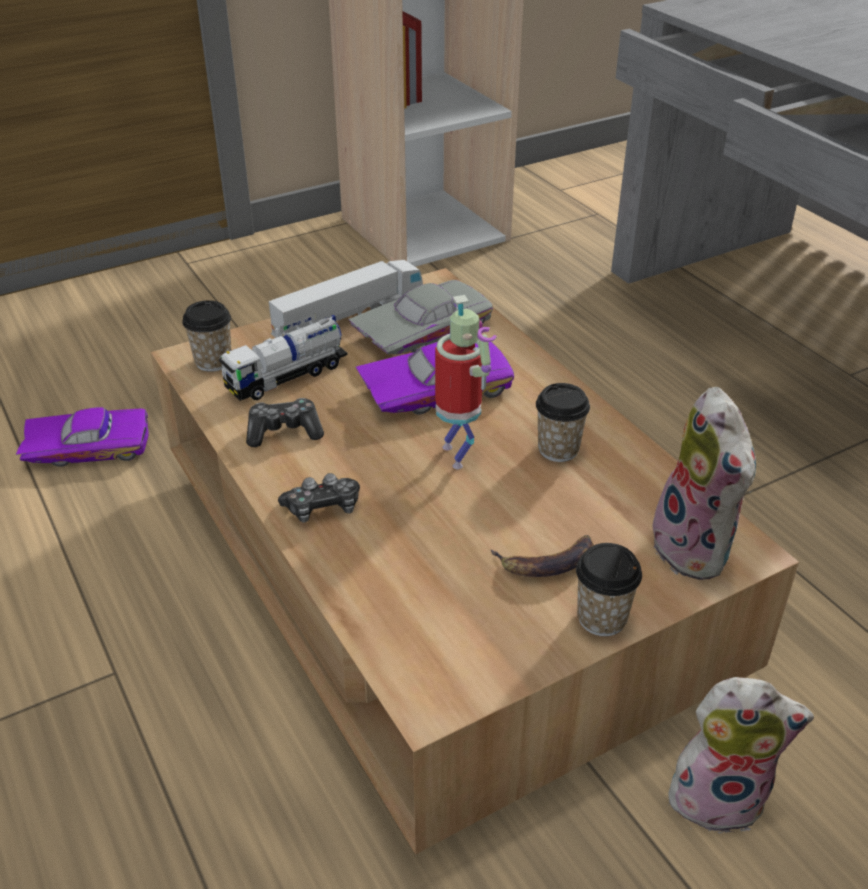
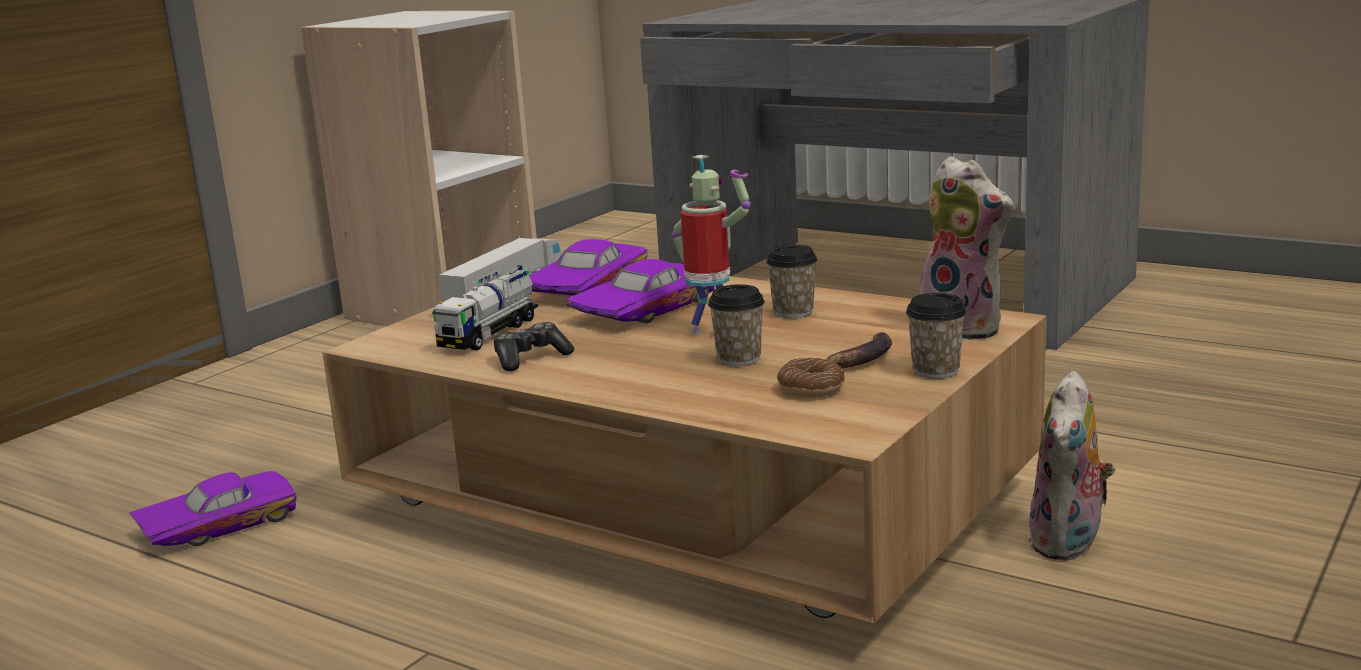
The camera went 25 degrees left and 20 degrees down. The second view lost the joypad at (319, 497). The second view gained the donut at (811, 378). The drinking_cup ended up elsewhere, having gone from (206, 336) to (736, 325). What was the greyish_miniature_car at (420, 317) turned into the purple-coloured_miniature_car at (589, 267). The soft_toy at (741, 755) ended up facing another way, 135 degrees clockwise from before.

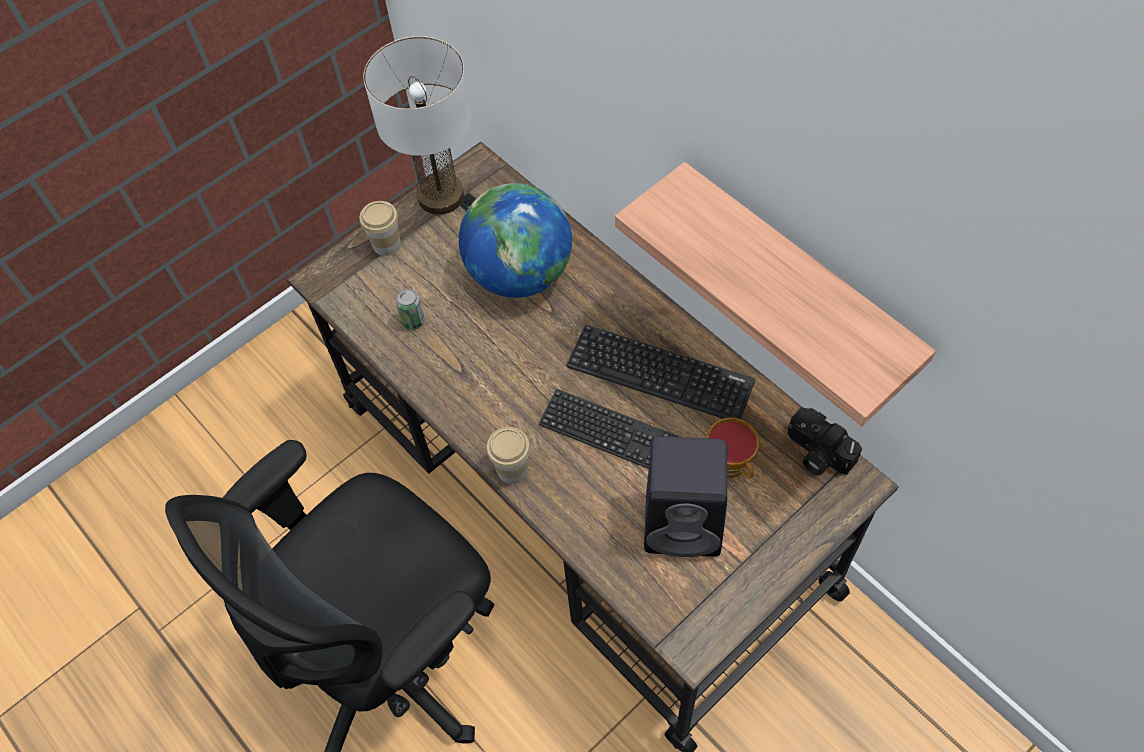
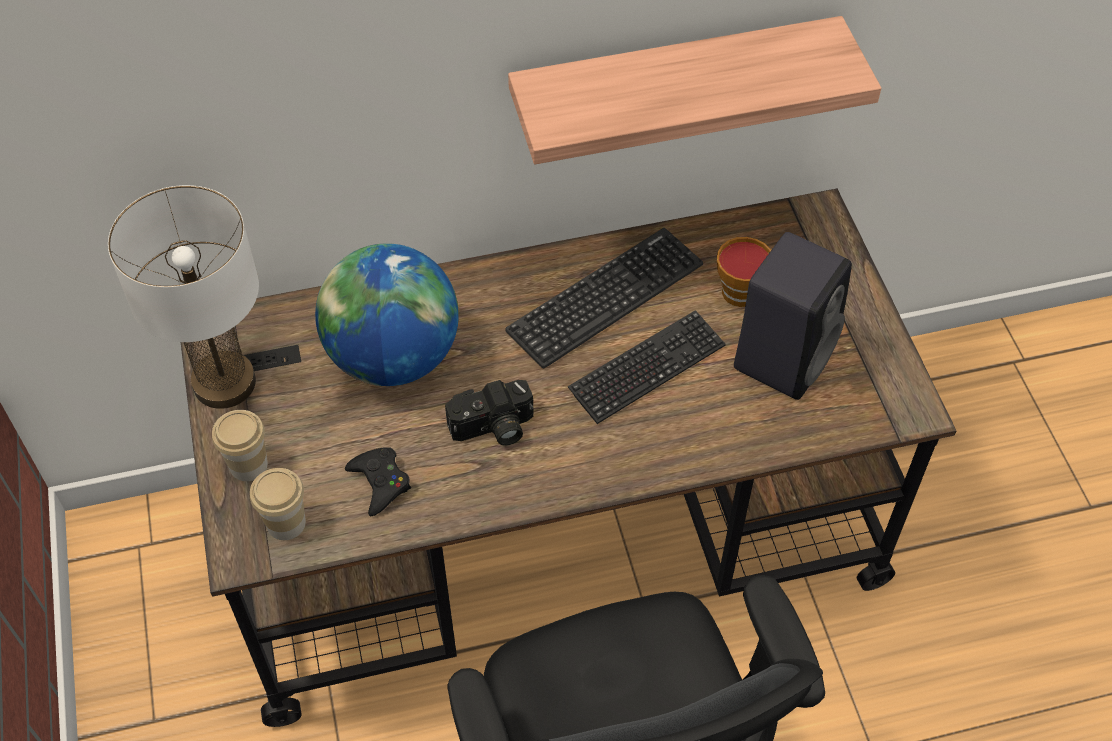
The camera went 65 degrees left and 5 degrees down. The drinking_cup ended up elsewhere, having gone from (508, 455) to (278, 504). The still_camera ended up elsewhere, having gone from (824, 441) to (489, 413). Where the can stood at (410, 309), the black_joypad came to stand at (378, 481).

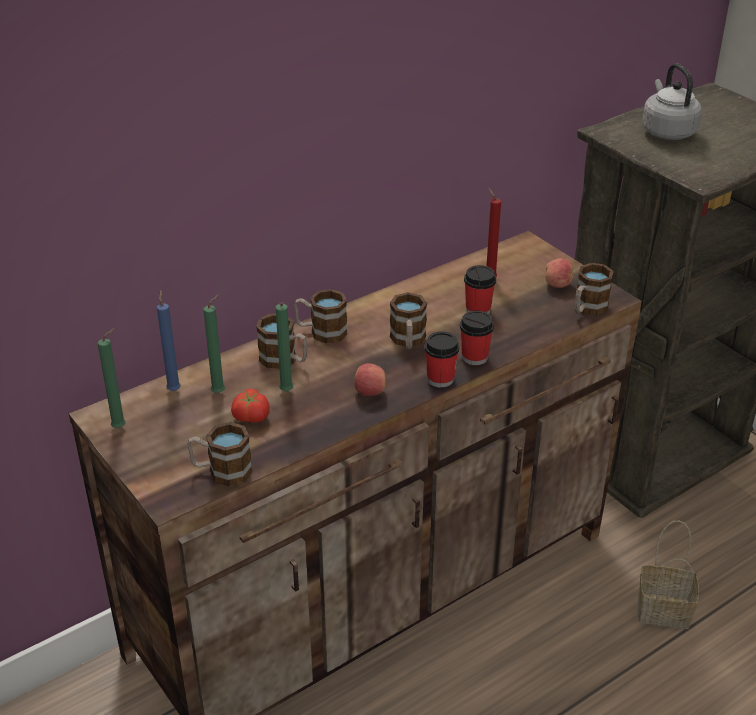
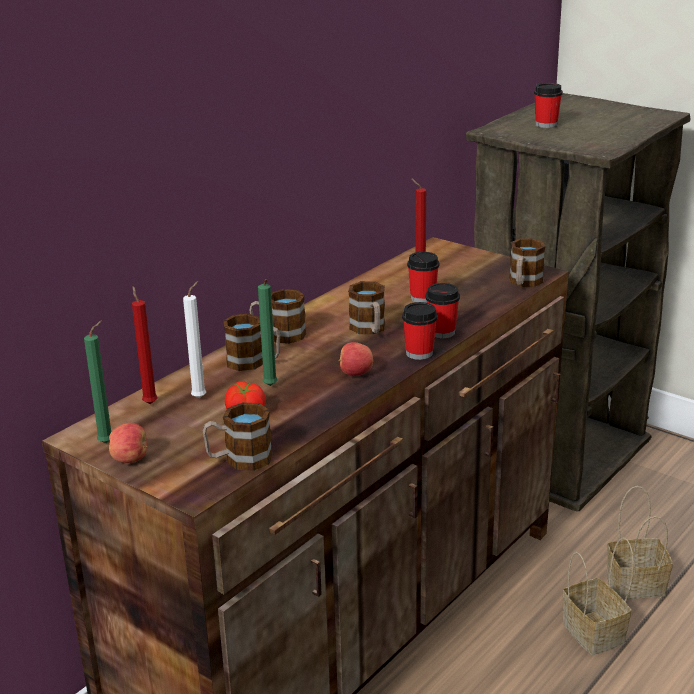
The camera went 15 degrees left and 10 degrees down. The second view gained the basket at (598, 596). The apple_fruit ended up elsewhere, having gone from (559, 273) to (128, 443). Where the greyish_kettle stood at (672, 101), the drinking_cup came to stand at (548, 105). What was the blue-coloured_candle at (169, 340) turned into the red-coloured_candle at (144, 345). What was the greenish_candle at (214, 343) turned into the white_candle at (194, 339).

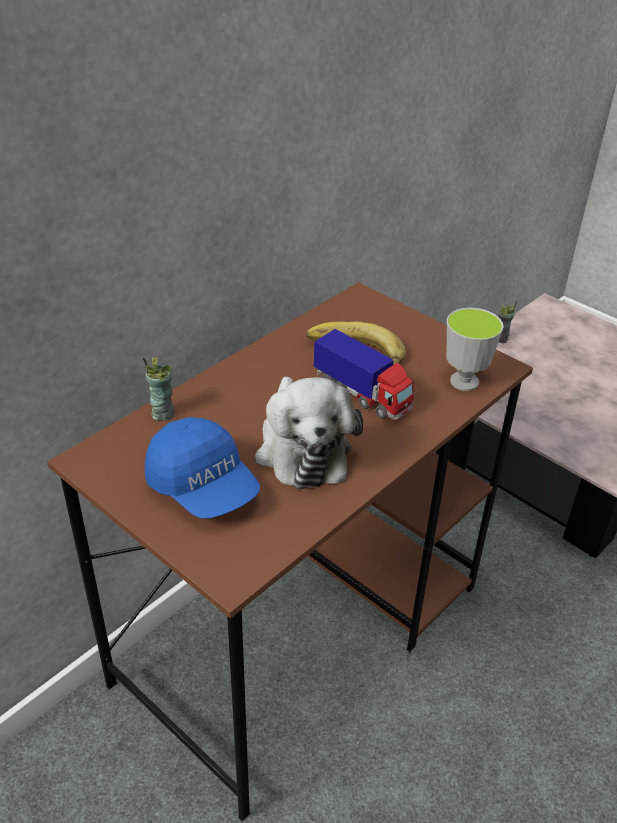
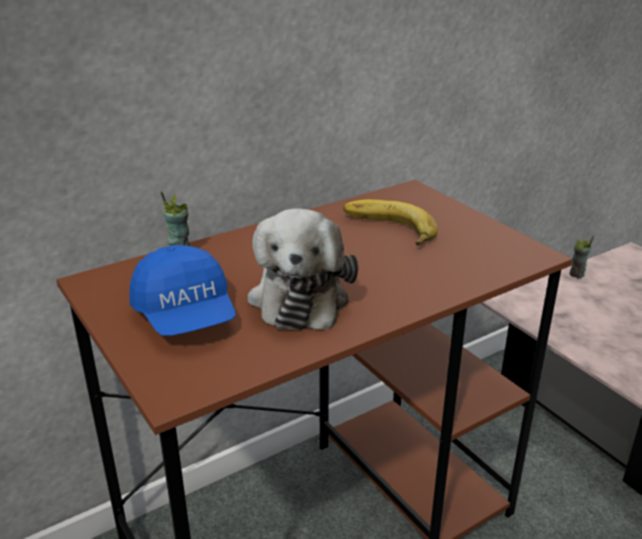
The camera went 15 degrees right and 10 degrees down. The second view lost the toy_lorry at (364, 374). The second view lost the drinking_cup at (474, 349).

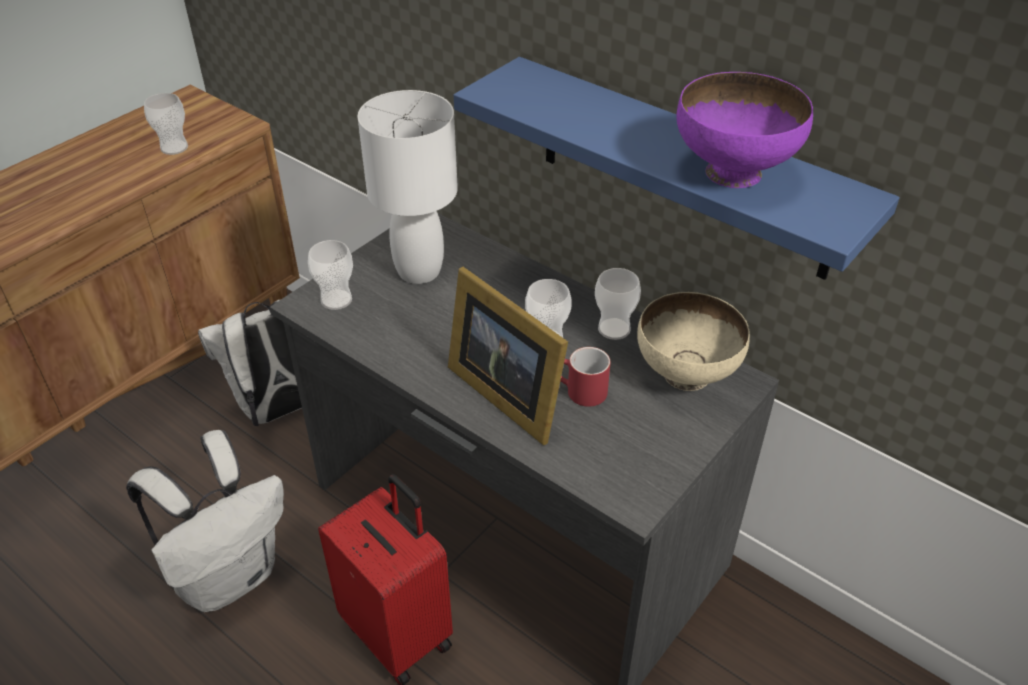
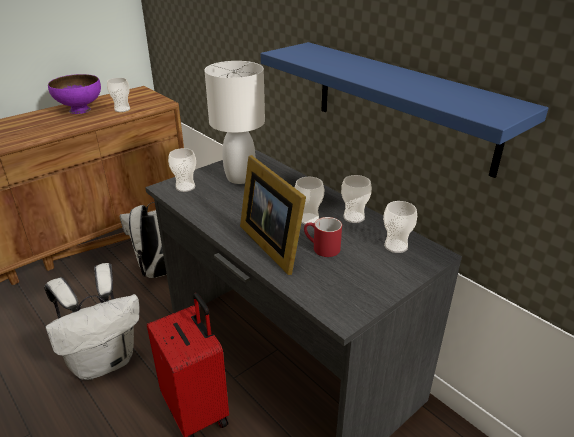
The camera went 10 degrees right and 10 degrees down. The purple-coloured_bowl ended up elsewhere, having gone from (744, 130) to (74, 94). Where the beige-coloured_bowl stood at (693, 341), the drinking_cup came to stand at (400, 227).

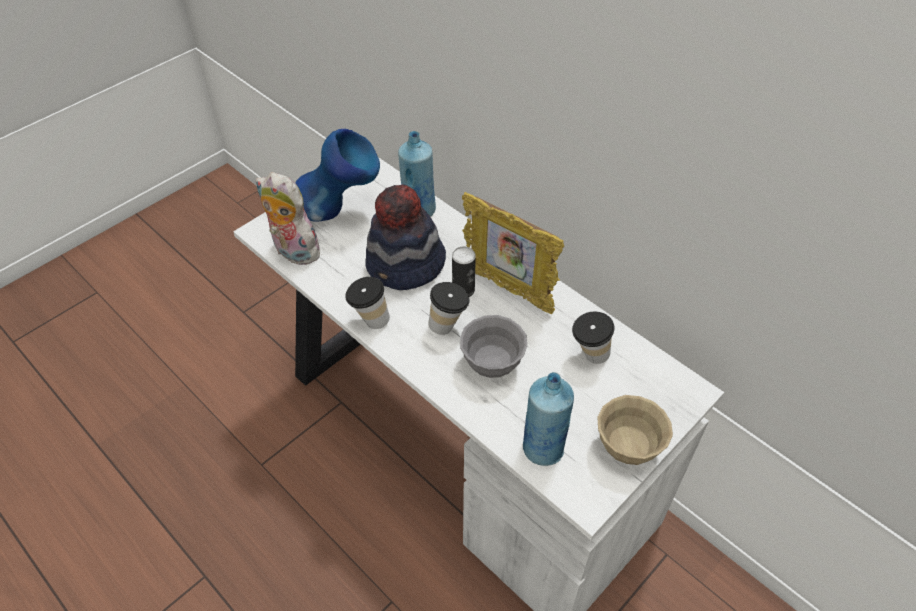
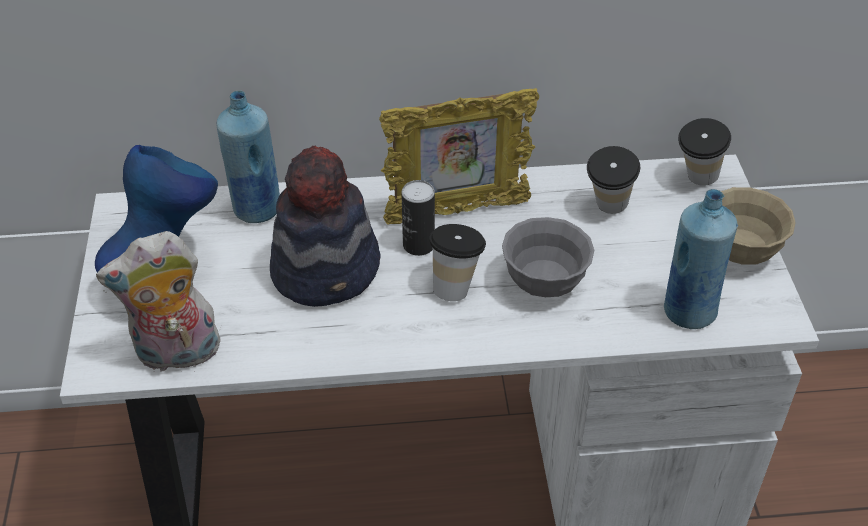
The camera went 50 degrees left and 5 degrees down. The drinking_cup ended up elsewhere, having gone from (367, 303) to (704, 152).

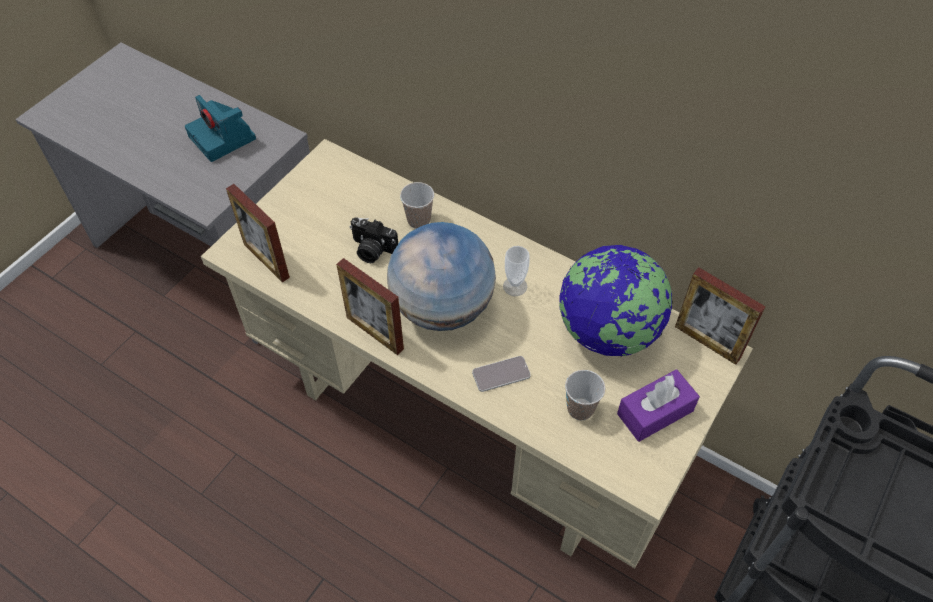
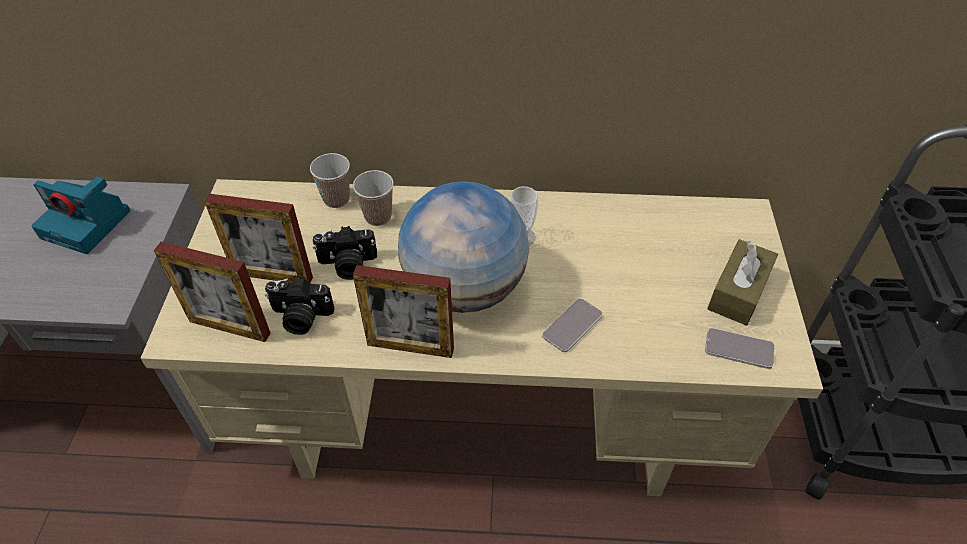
The camera went 30 degrees left and 5 degrees down. The second view lost the world_globe at (616, 301). The second view gained the still_camera at (300, 306). The second view gained the telephone at (740, 348). The drinking_cup ended up elsewhere, having gone from (585, 395) to (330, 180). The standing_frame ended up elsewhere, having gone from (720, 316) to (258, 238). What was the purple-coloured_tissue_holder at (658, 405) turned into the brownish_tissue_holder at (742, 282).

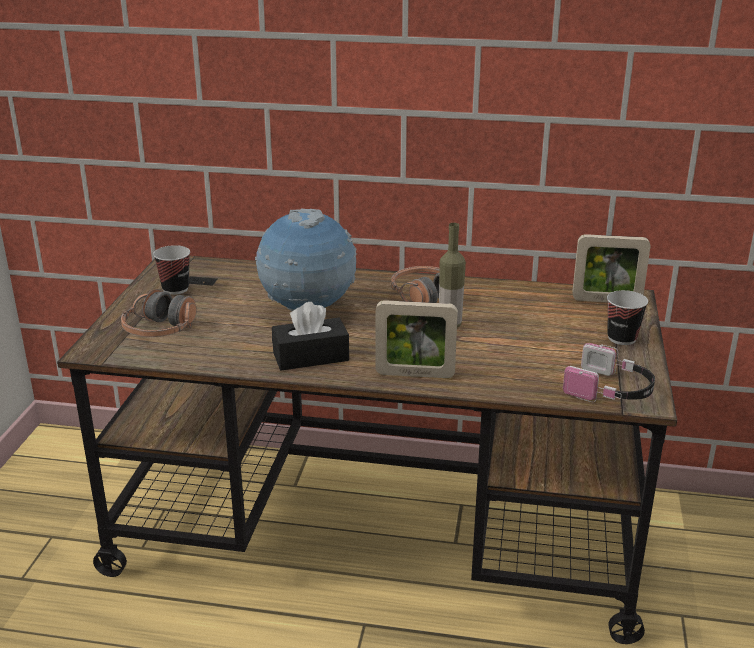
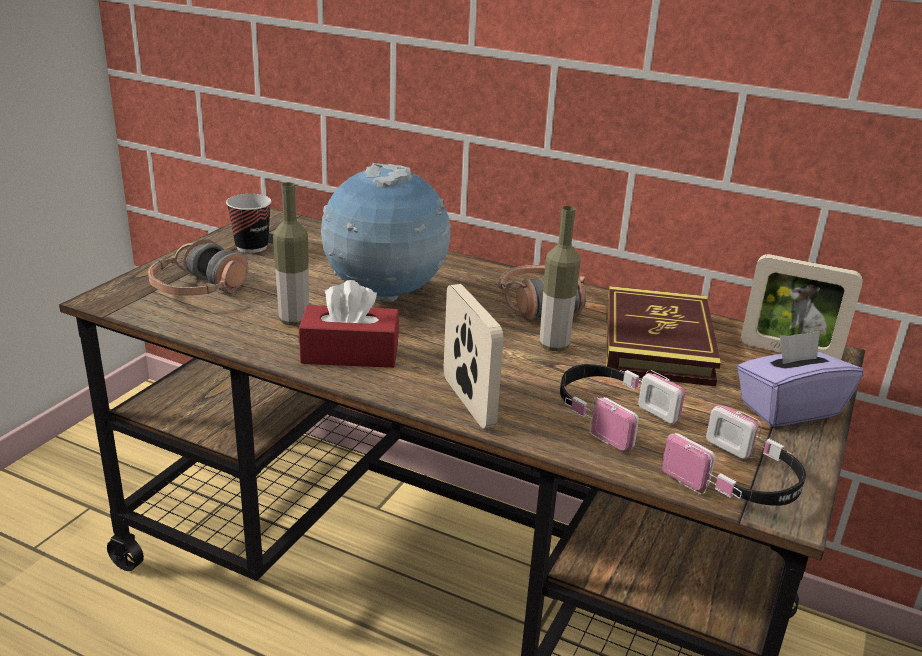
The camera went 15 degrees right and 0 degrees up. The second view gained the beverage_bottle at (291, 253). The second view gained the headphones at (622, 407). The second view gained the book at (663, 336). Where the drinking_cup stood at (627, 317), the purple-coloured_tissue_holder came to stand at (800, 379). What was the black_tissue_holder at (310, 336) turned into the red-coloured_tissue_holder at (349, 324). The standing_frame at (416, 339) ended up facing another way, 135 degrees counterclockwise from before.

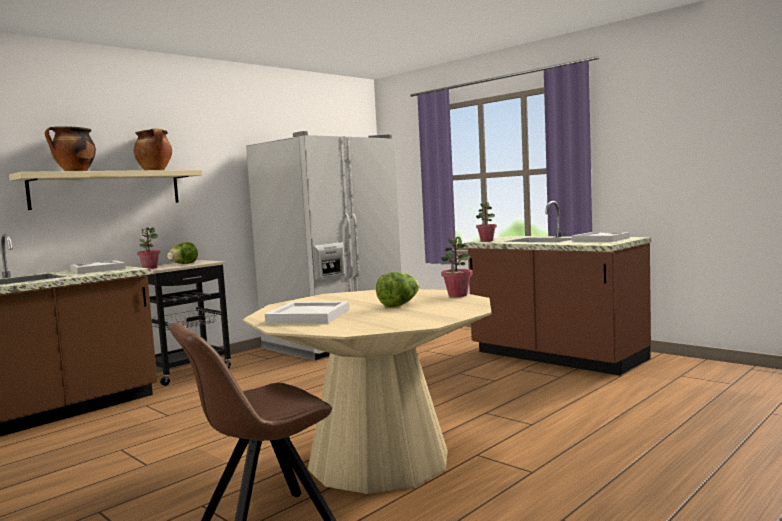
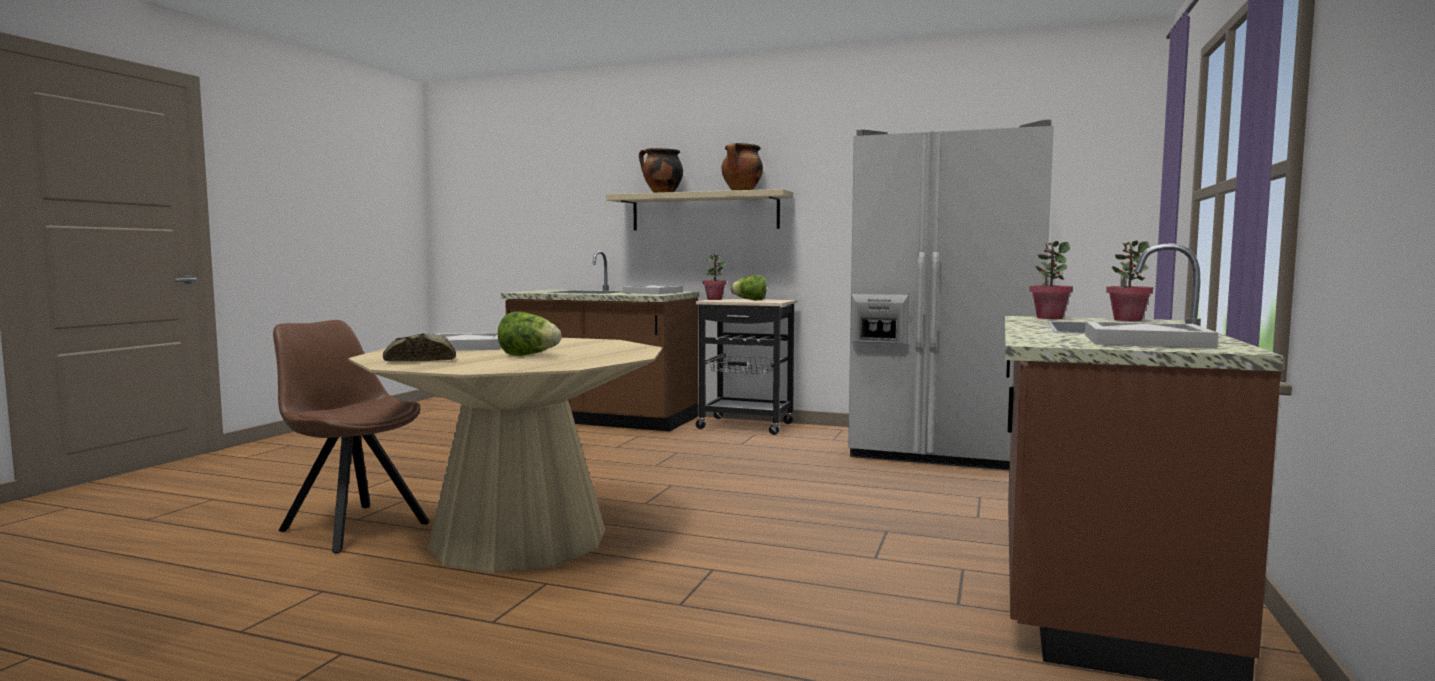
The camera went 65 degrees right and 0 degrees up. The second view gained the bakery_bread at (419, 347). The plant_in_a_pot ended up elsewhere, having gone from (457, 267) to (1129, 281).

